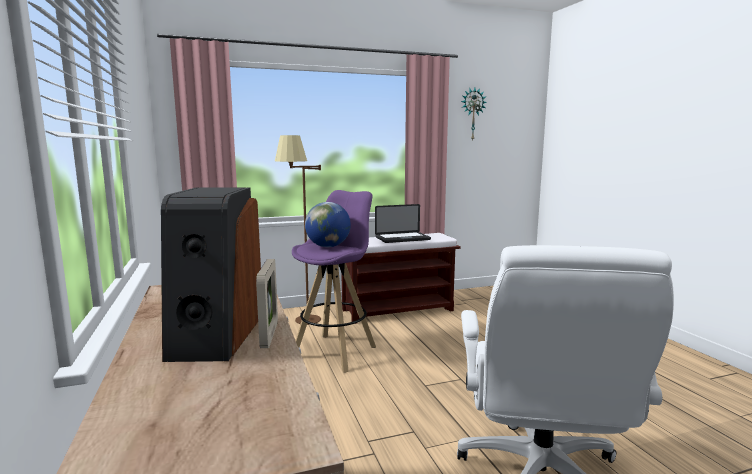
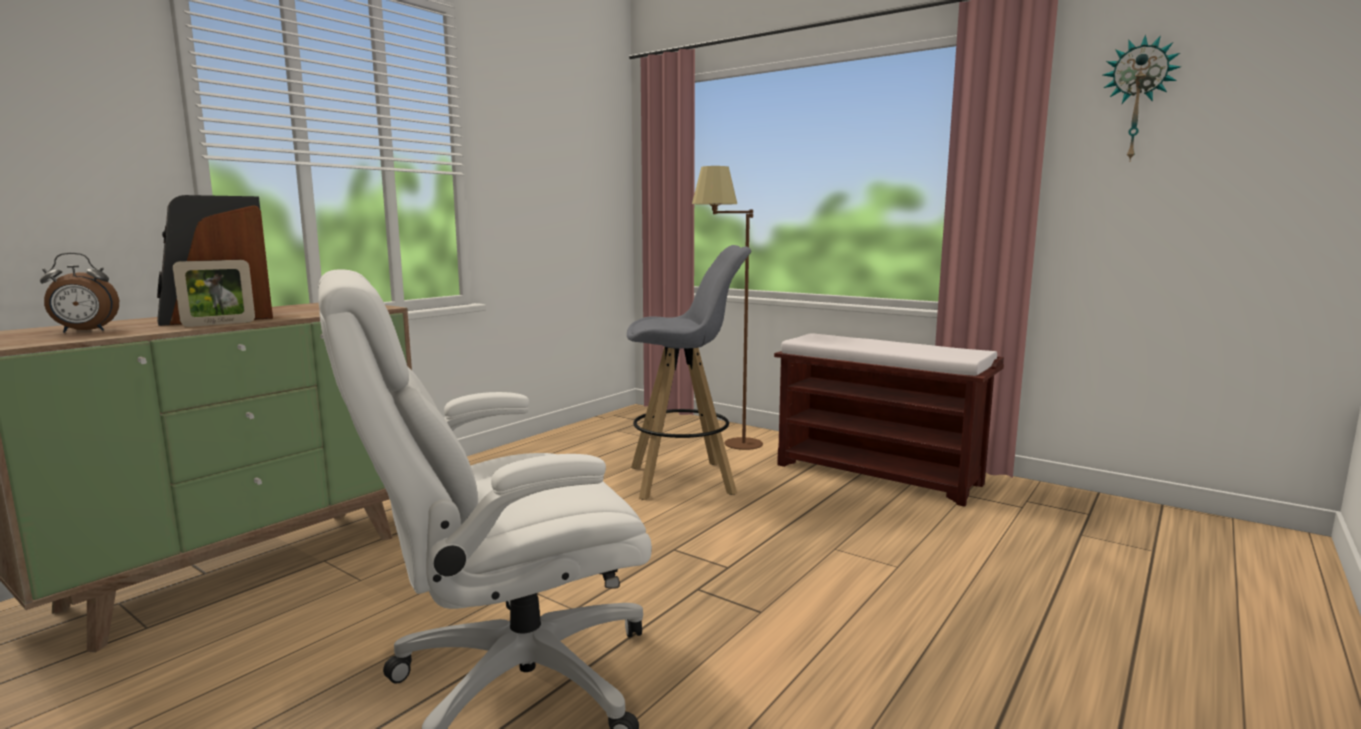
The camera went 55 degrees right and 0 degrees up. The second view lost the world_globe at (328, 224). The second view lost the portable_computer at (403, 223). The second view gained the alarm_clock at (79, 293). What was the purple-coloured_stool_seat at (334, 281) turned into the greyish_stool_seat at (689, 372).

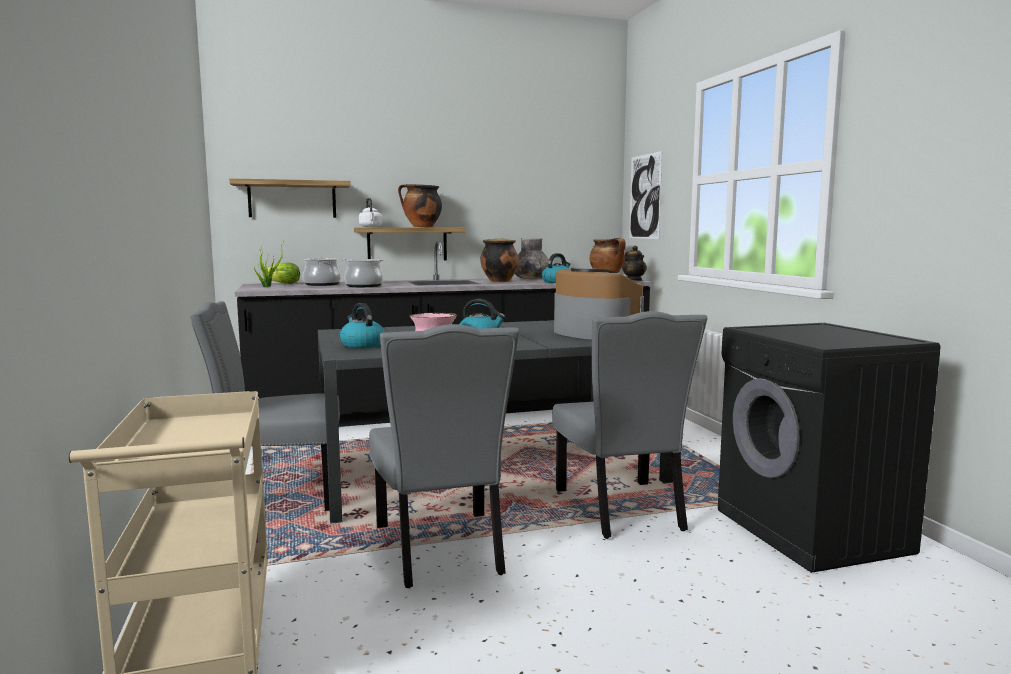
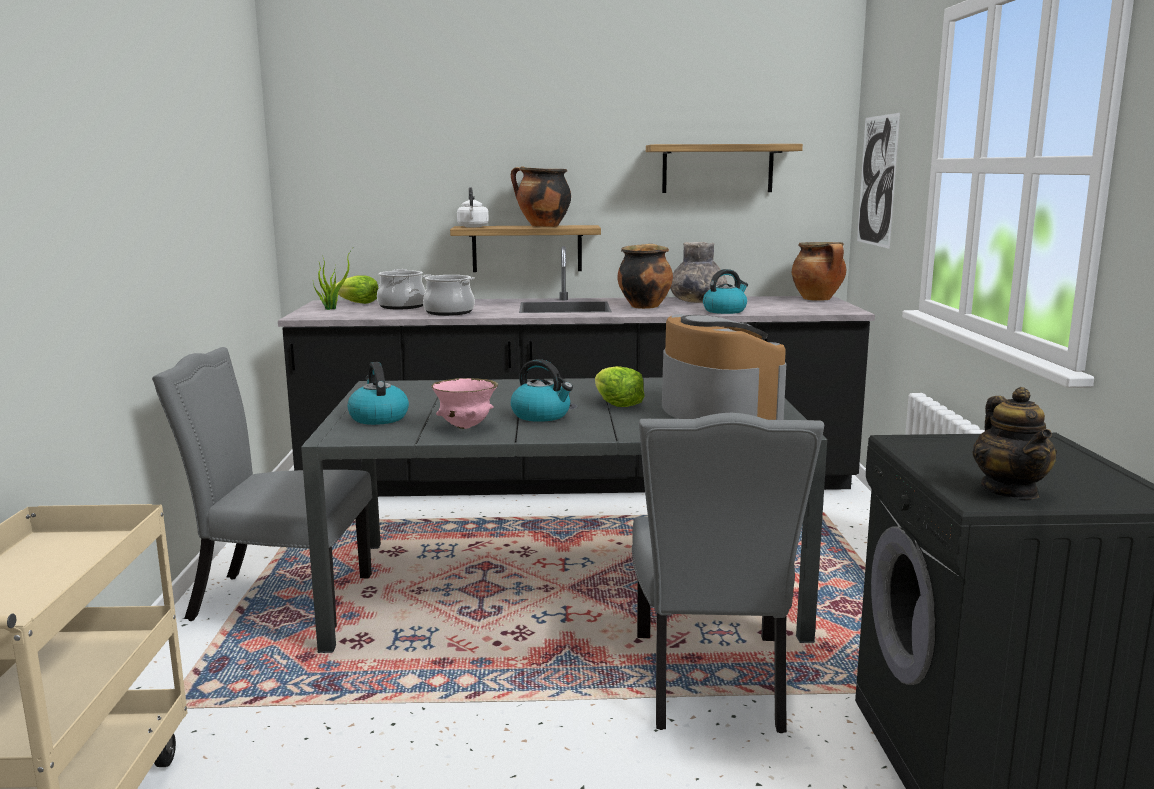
The camera went 15 degrees right and 5 degrees up. The second view lost the greyish_plain_chair at (444, 456). The second view gained the head_of_lettuce at (620, 386). The bracket_shelf ended up elsewhere, having gone from (290, 198) to (724, 168). The teapot ended up elsewhere, having gone from (634, 263) to (1015, 443).

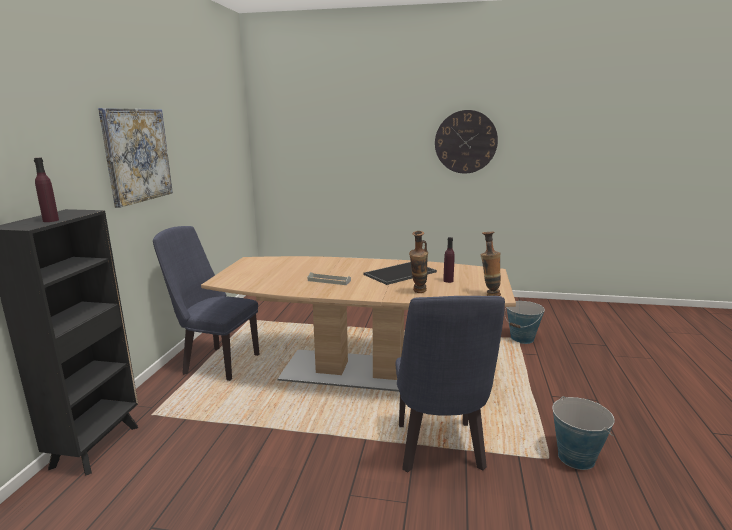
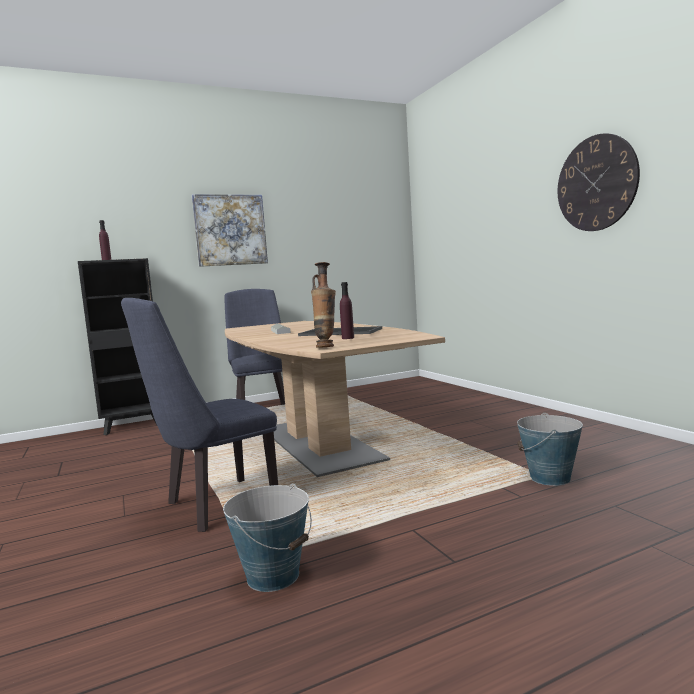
The camera went 55 degrees right and 10 degrees down. The second view lost the vase at (418, 262).

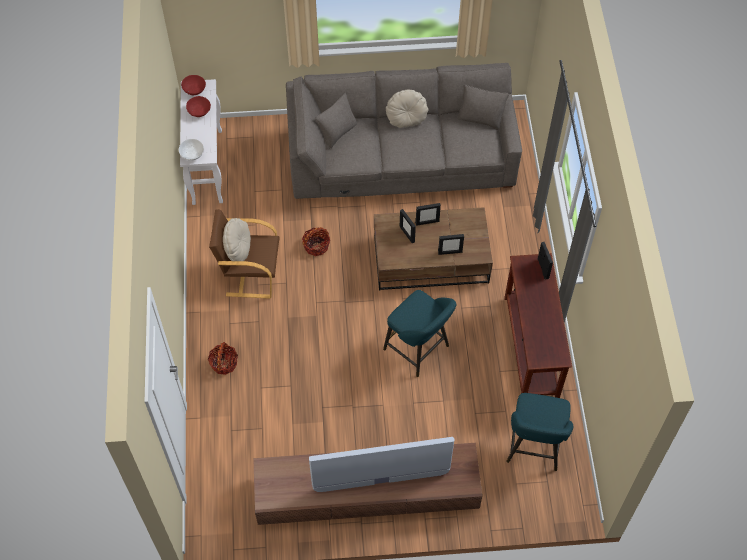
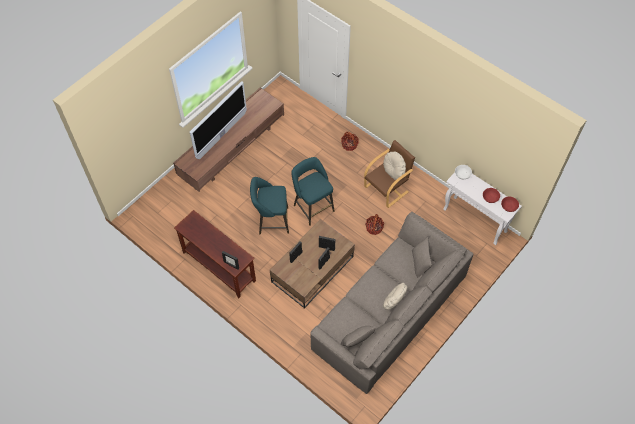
The camera went 135 degrees right and 0 degrees up. The turquoise_stool_seat ended up elsewhere, having gone from (539, 432) to (312, 191).

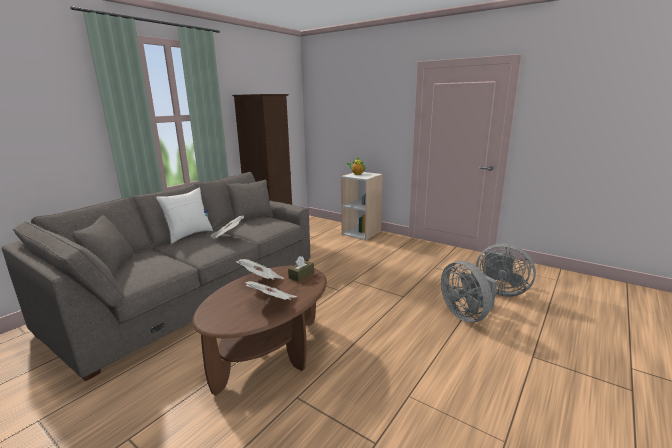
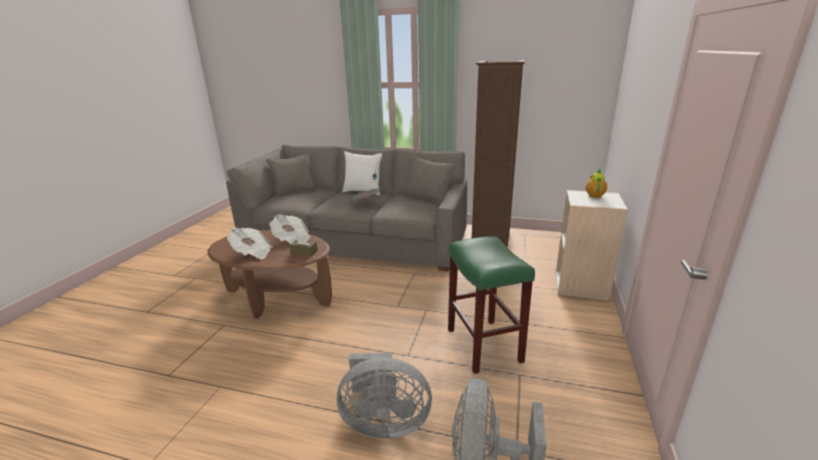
The camera went 70 degrees right and 5 degrees up. The second view gained the greenish_stool_seat at (491, 305). The greyish_cooling_fan at (469, 292) ended up facing another way, 135 degrees counterclockwise from before.

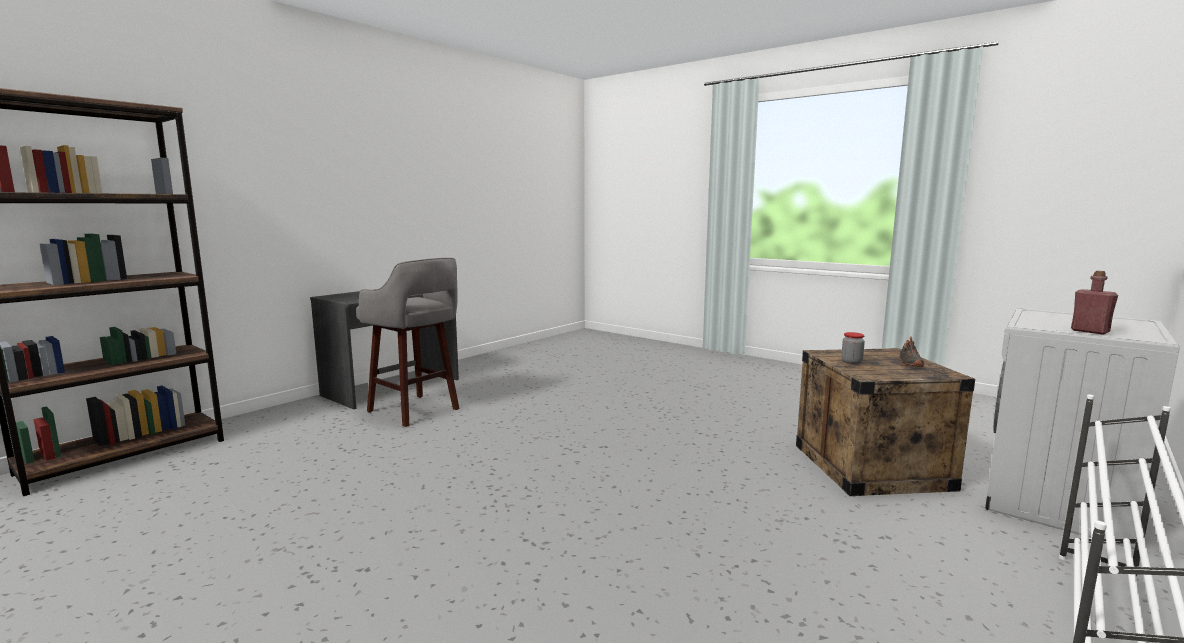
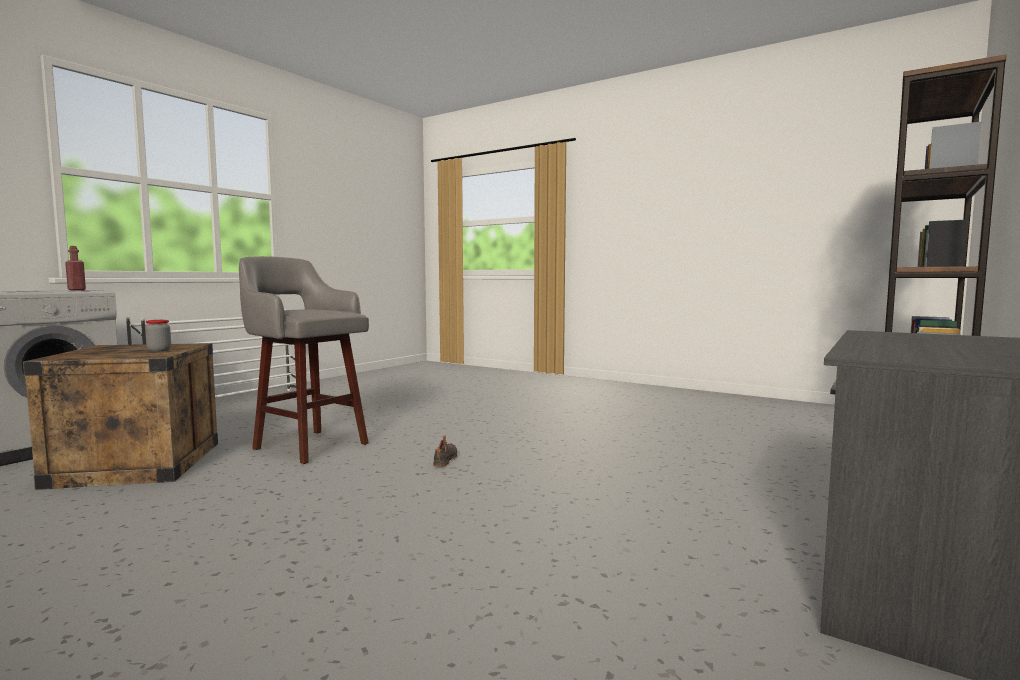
The camera went 175 degrees right and 5 degrees down. The greyish_stool_seat ended up elsewhere, having gone from (407, 342) to (304, 360). The black_shoe ended up elsewhere, having gone from (911, 351) to (445, 450).

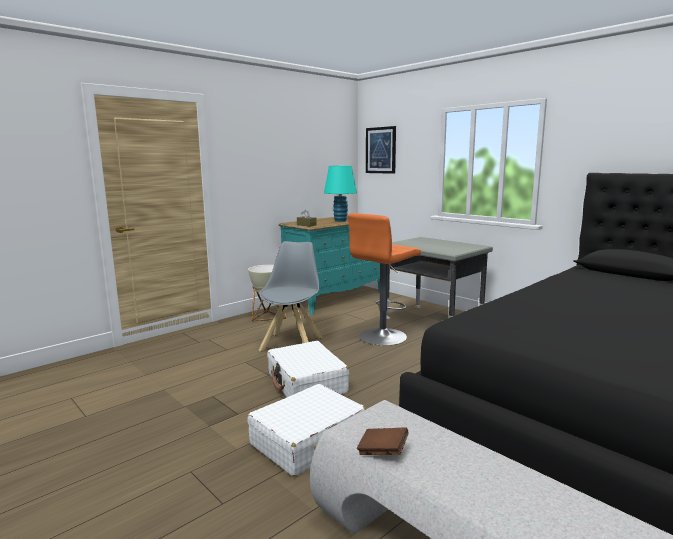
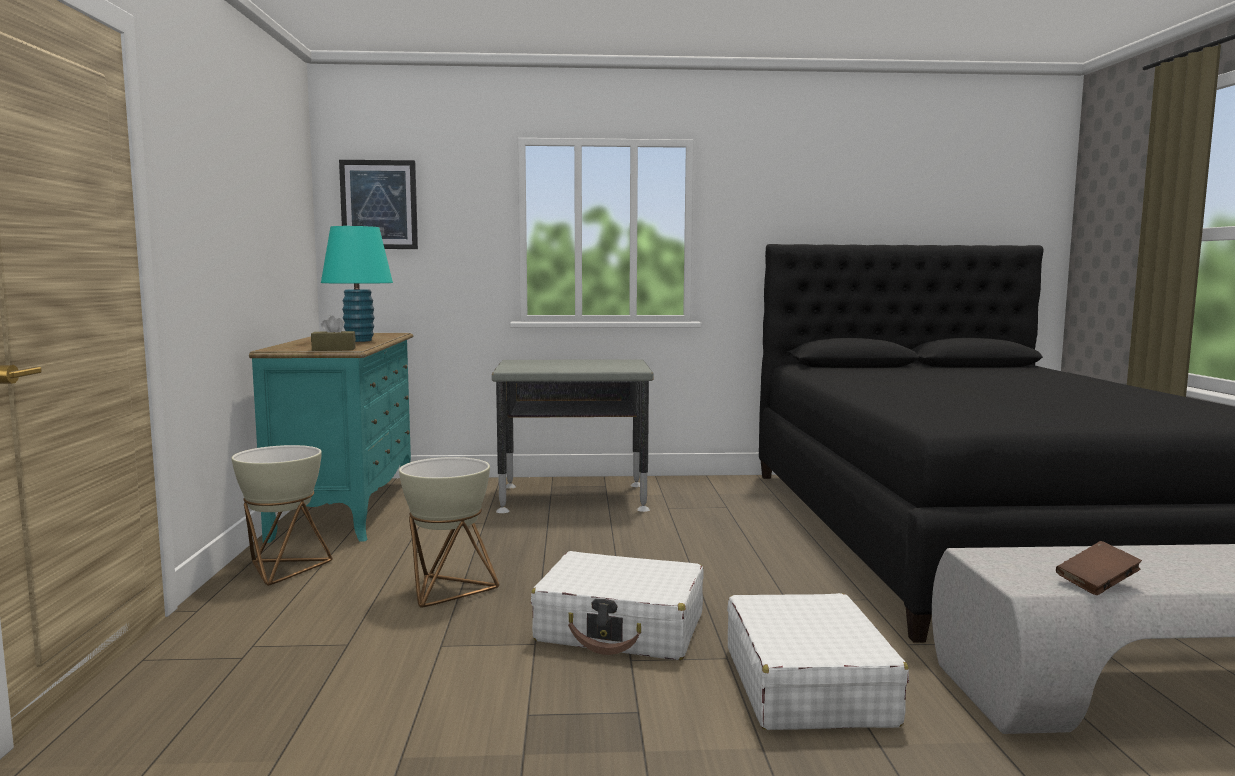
The camera went 50 degrees left and 5 degrees down. The second view lost the orange-coloured_stool_seat at (384, 279). Where the greyish_plain_chair stood at (290, 296), the planter came to stand at (449, 532).

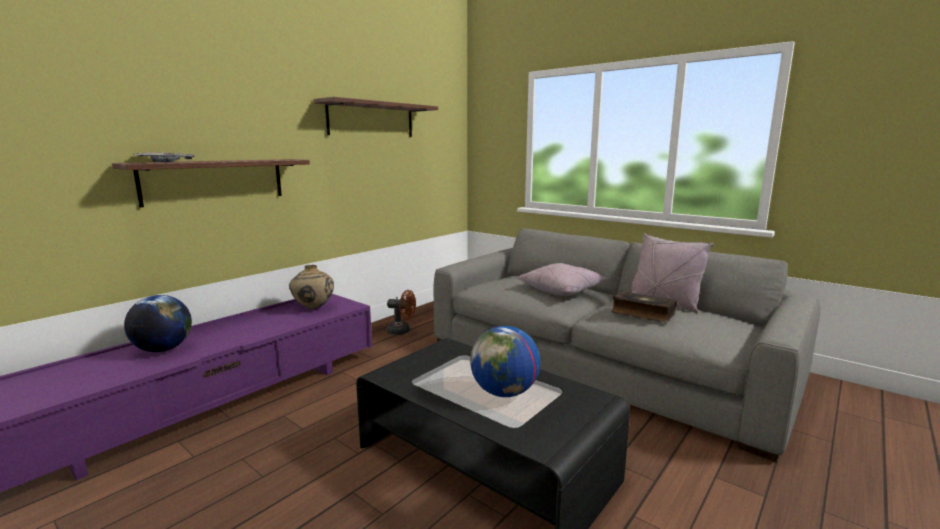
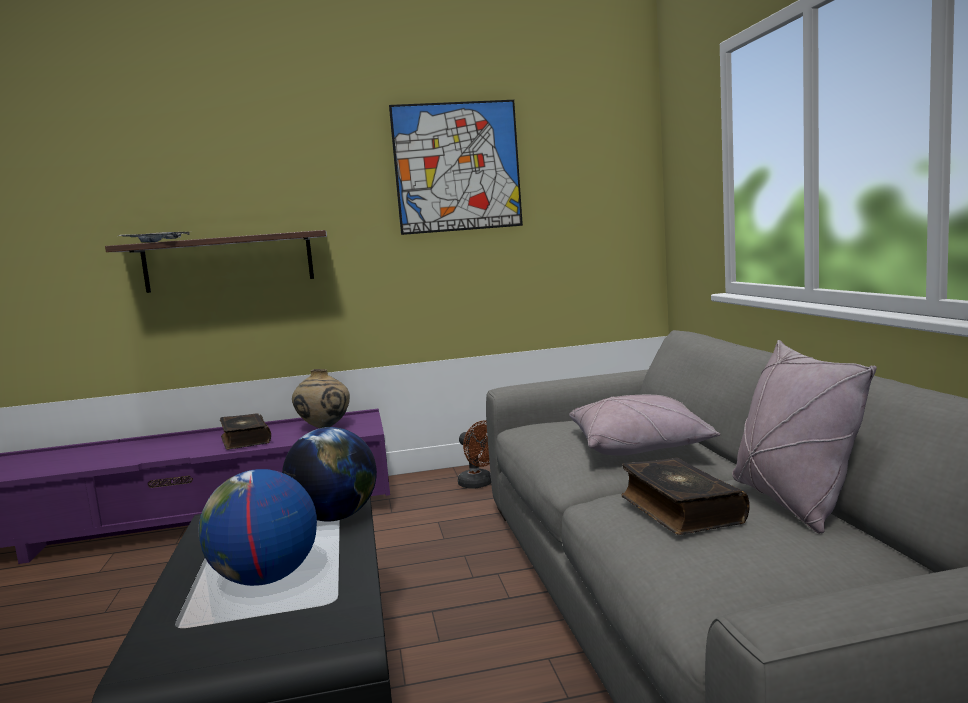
The camera went 40 degrees right and 5 degrees down. The second view gained the book at (245, 431). The world_globe ended up elsewhere, having gone from (158, 323) to (329, 474). Where the bracket_shelf hung at (375, 117), the wall_art came to hang at (456, 167).

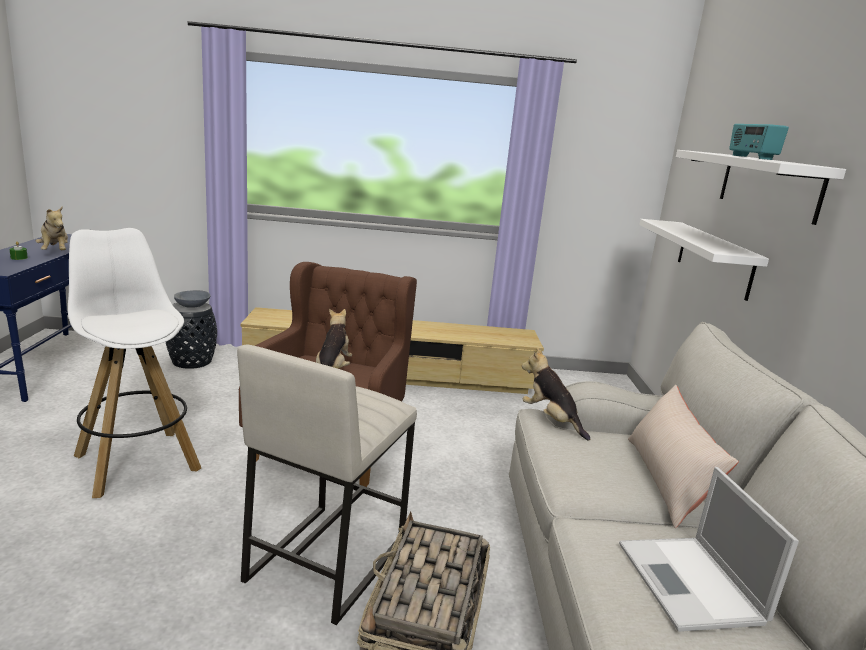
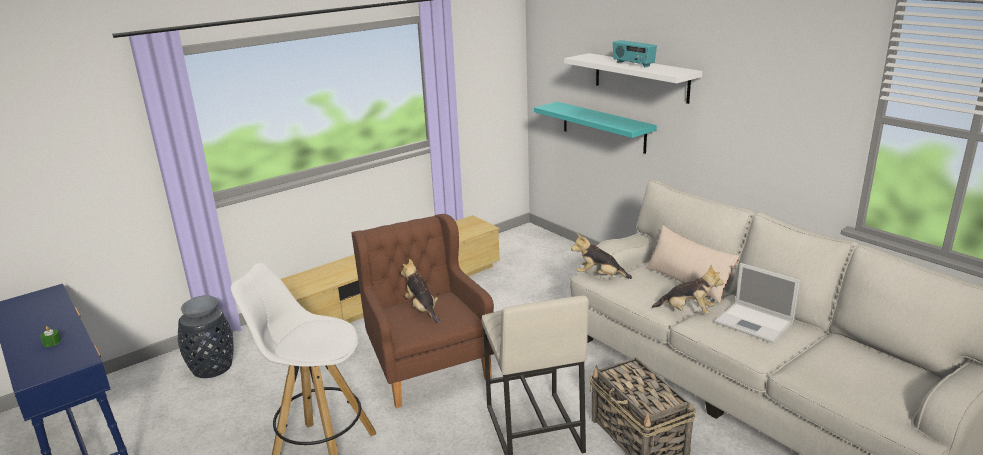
The camera went 35 degrees left and 5 degrees up. The soft_toy ended up elsewhere, having gone from (52, 228) to (687, 289). What was the white_bracket_shelf at (704, 260) turned into the turquoise_bracket_shelf at (595, 128).

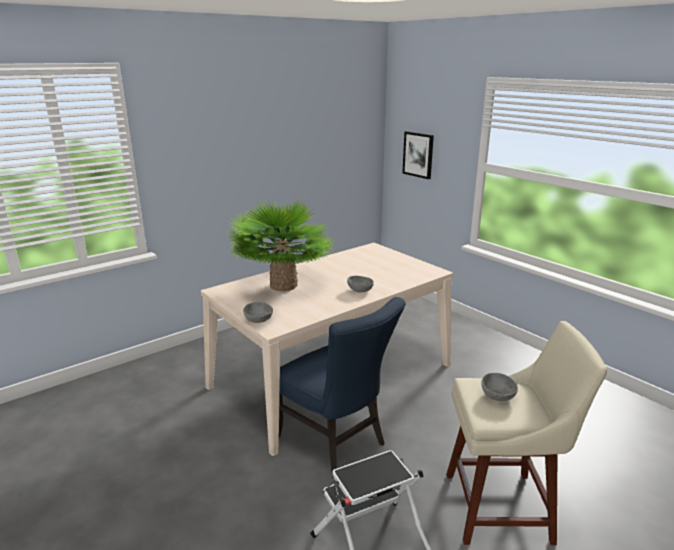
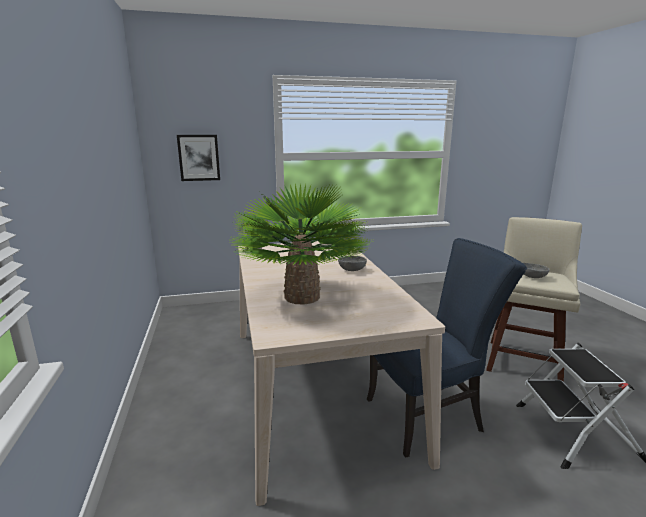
The camera went 65 degrees left and 5 degrees down. The second view lost the greyish_bowl at (258, 312).

